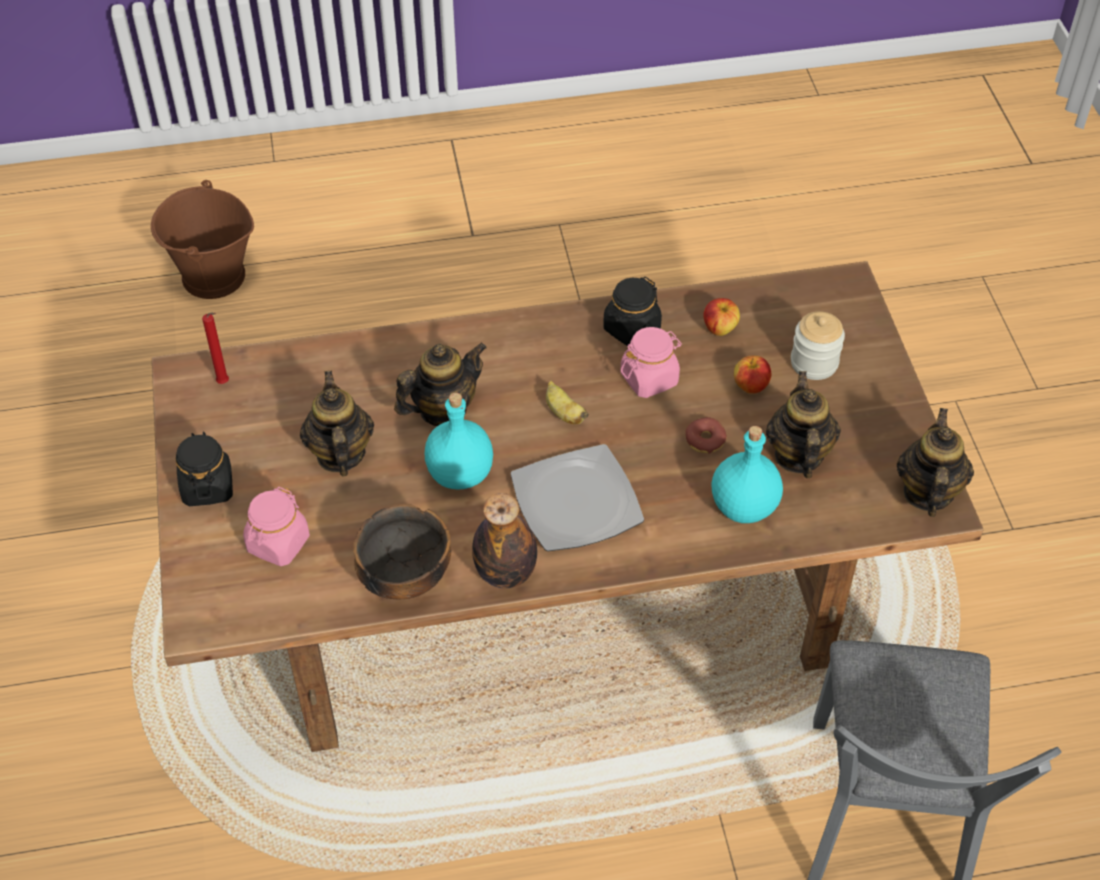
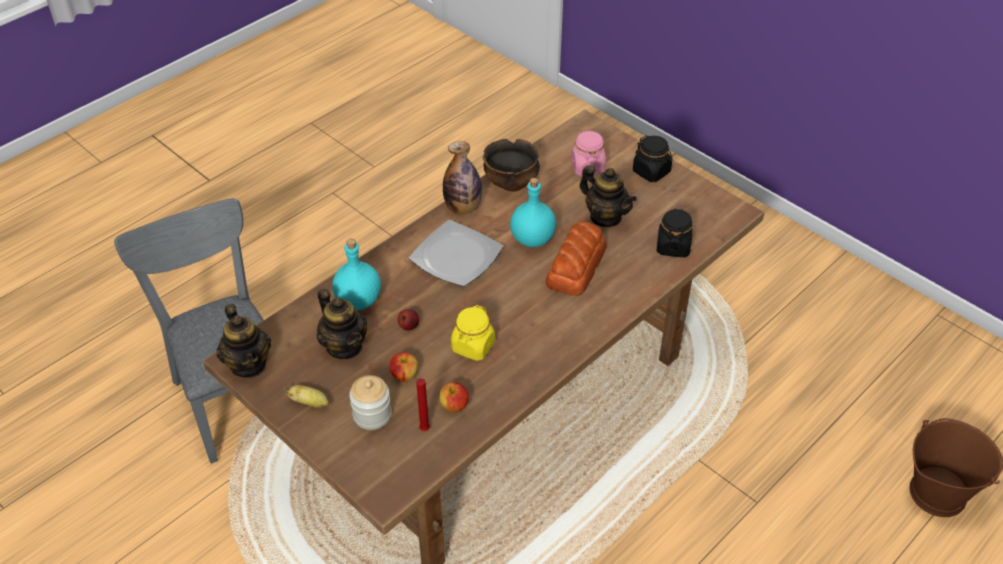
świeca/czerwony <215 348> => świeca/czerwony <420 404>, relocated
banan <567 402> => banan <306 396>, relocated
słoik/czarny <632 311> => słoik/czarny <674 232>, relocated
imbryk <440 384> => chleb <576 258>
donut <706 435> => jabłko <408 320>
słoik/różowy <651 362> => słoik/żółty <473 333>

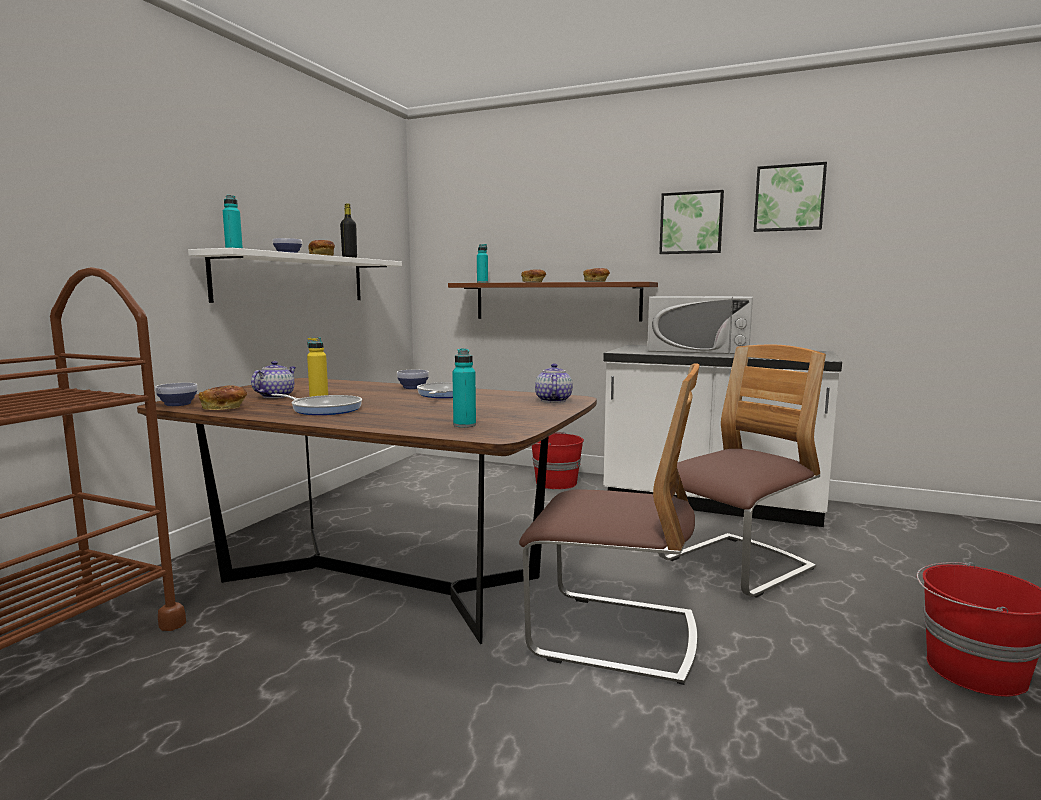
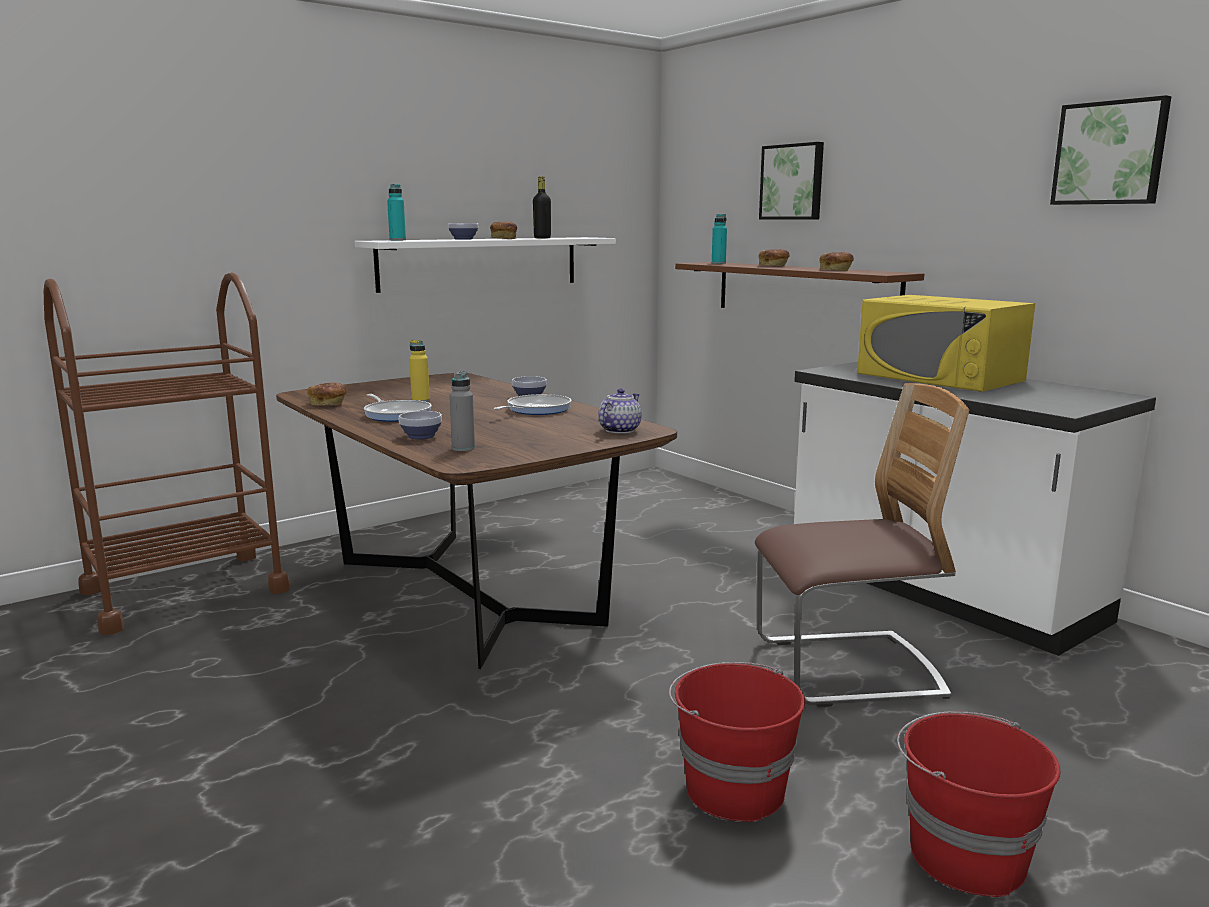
imbryk <273 379> => nothing
krzesło <609 524> => nothing
miska <176 394> => miska <420 425>, relocated
wiadro/czerwony <558 460> => wiadro/czerwony <737 742>, relocated
obraz <691 222> => obraz <791 181>, relocated
butelka/turkusowy <464 388> => butelka/szary <462 411>
mikrofalówka/biały <700 325> => mikrofalówka/żółty <946 343>

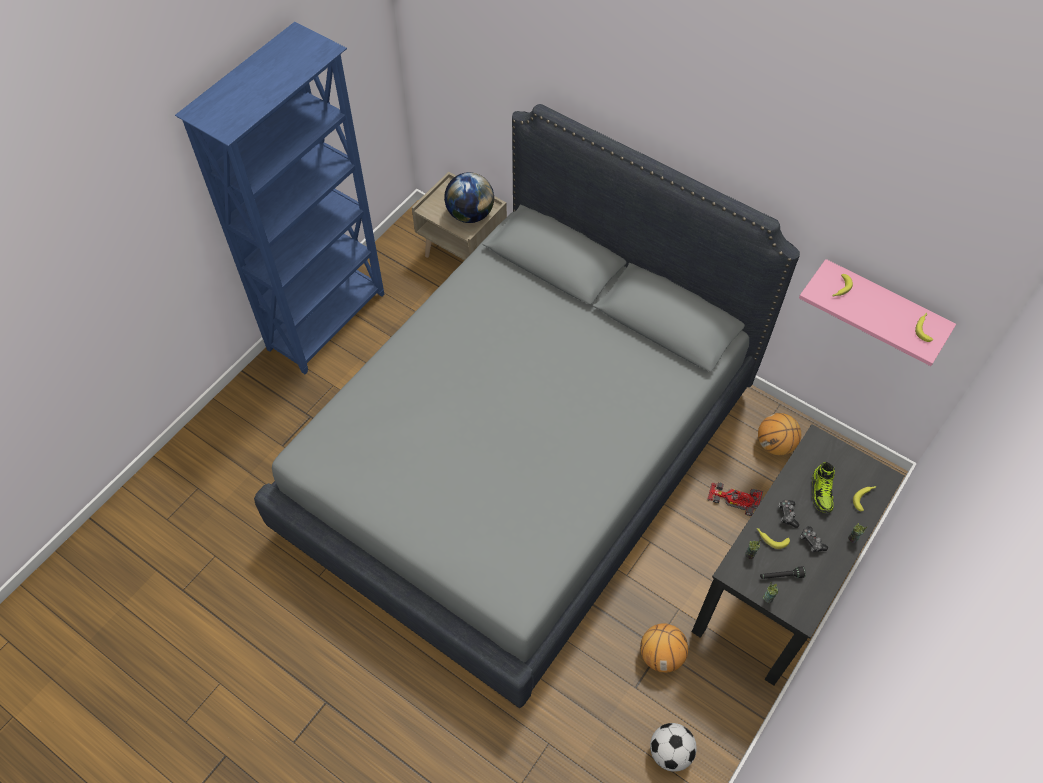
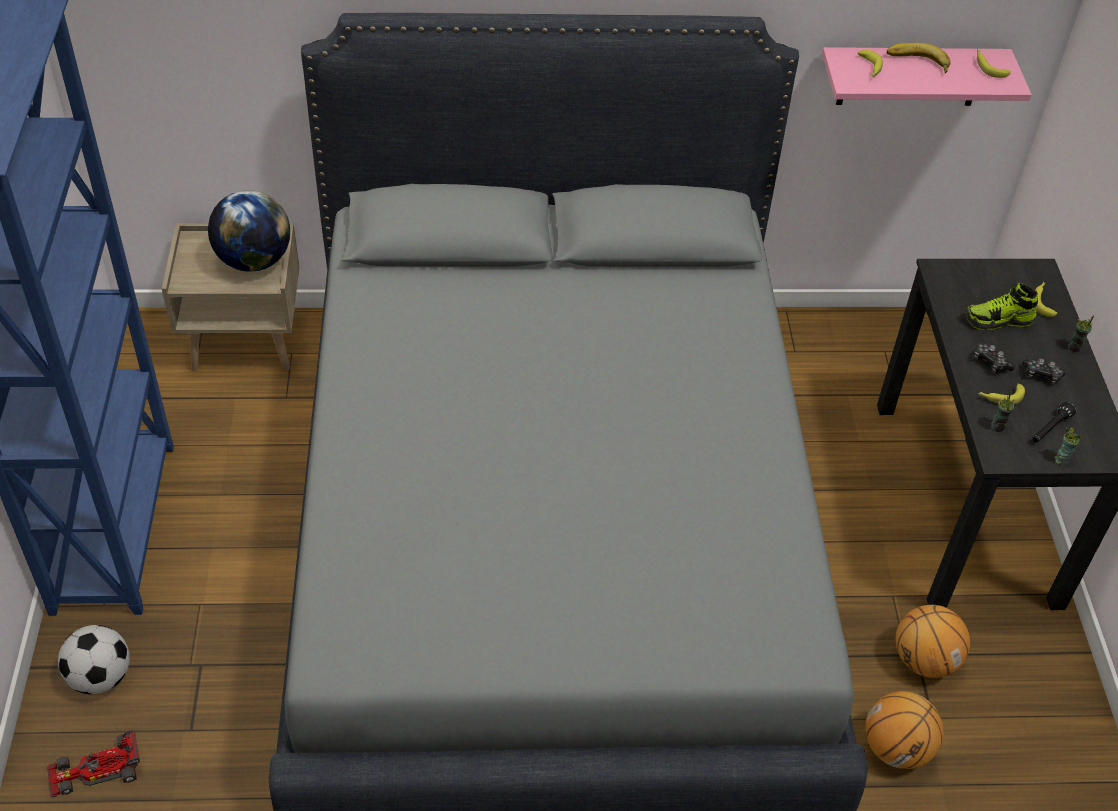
nothing => banan <919 58>
piłka futbolowa <673 747> => piłka futbolowa <94 659>, relocated
samochodzik <735 499> => samochodzik <93 763>, relocated
piłka do koszykówki <779 434> => piłka do koszykówki <904 730>, relocated
but <823 487> => but <1001 306>, 120 degrees clockwise

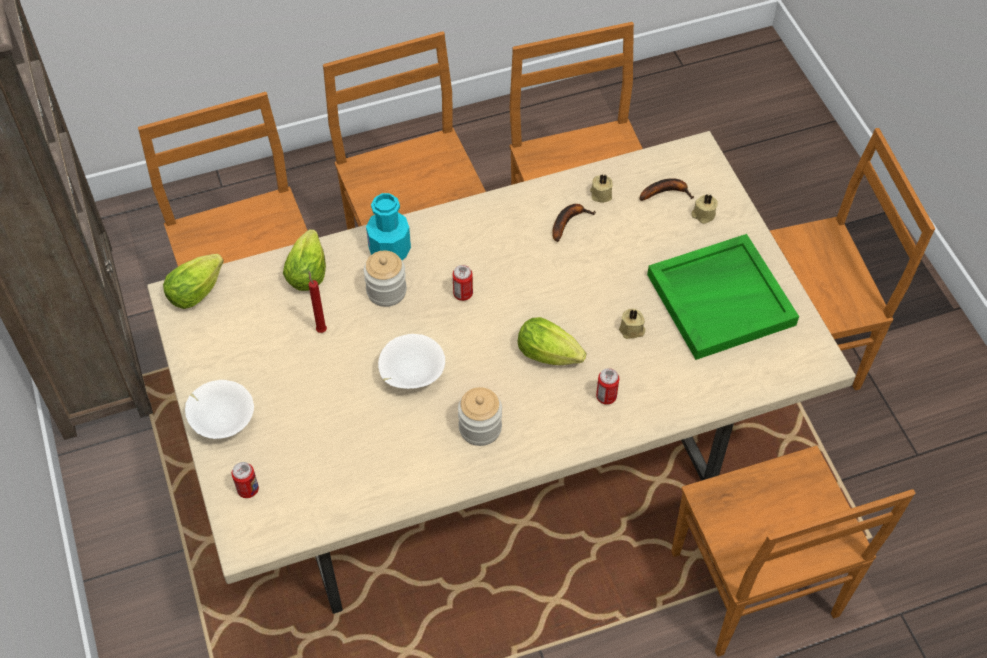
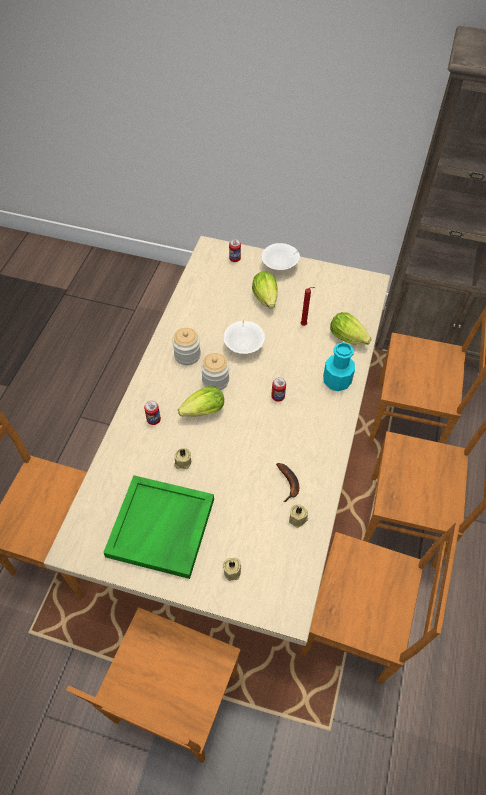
banan <667 189> => nothing
sałata <193 281> => sałata <265 290>, relocated
słoik <385 279> => słoik <215 371>, relocated

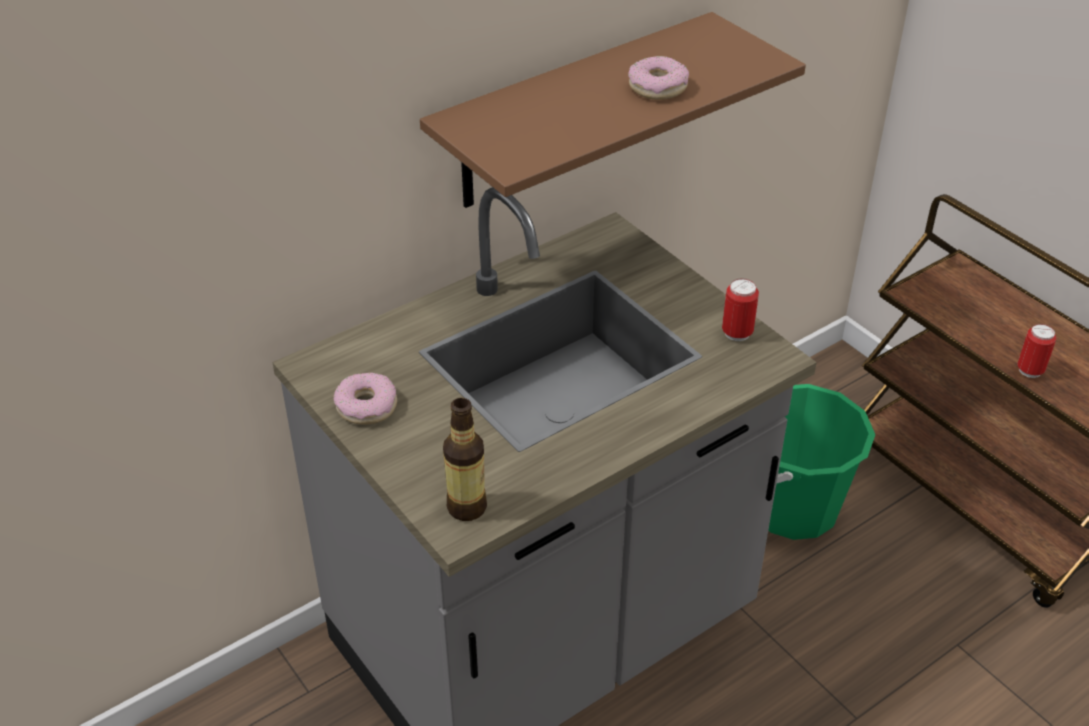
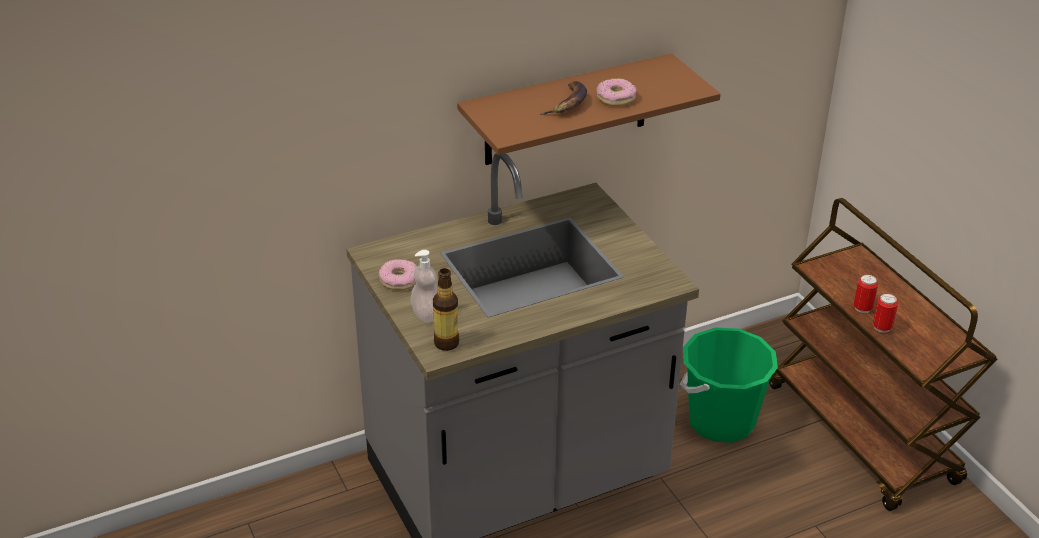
nothing => dozownik mydła <424 286>
nothing => banan <563 98>
puszka <740 310> => puszka <866 293>, relocated

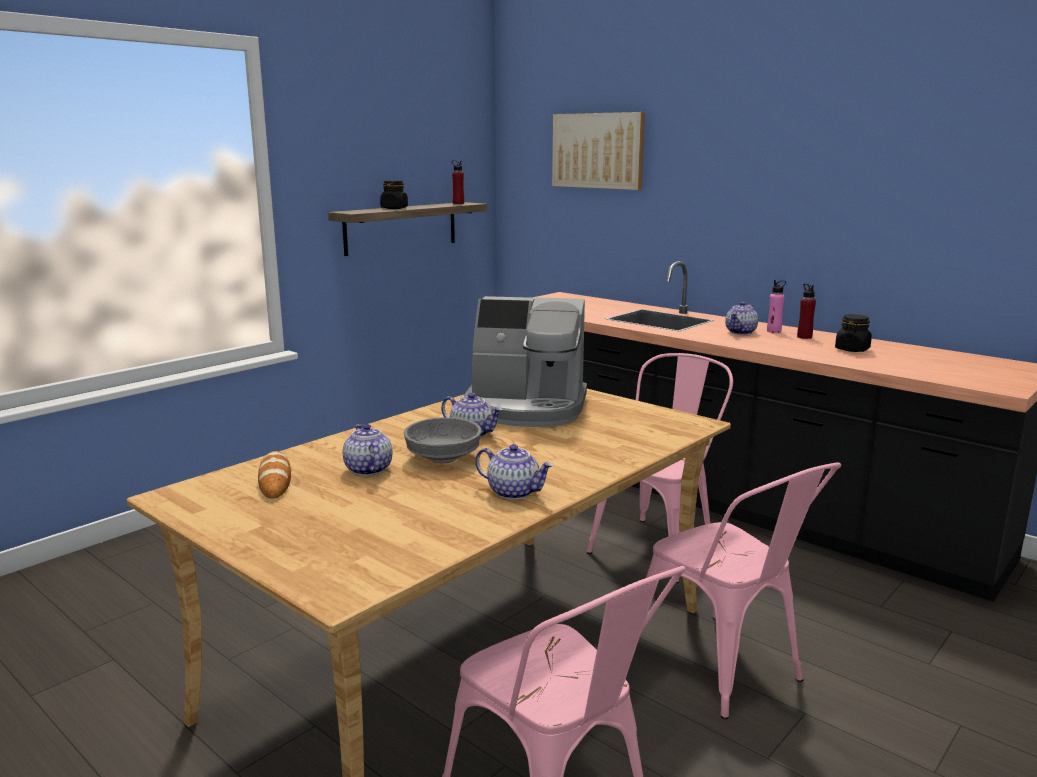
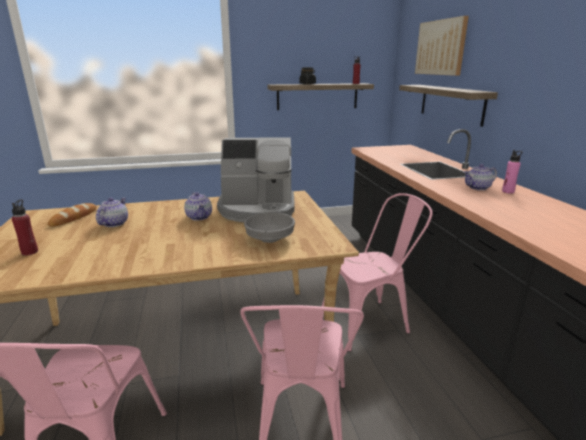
imbryk <514 472> => nothing
słoik/czarny <853 333> => nothing
nothing => półka <448 106>
miska/szary <442 440> => miska/szary <269 227>, relocated
butelka/czerwony <806 311> => butelka/czerwony <25 227>, relocated
ekspres do kawy <525 361> => ekspres do kawy <256 179>, 45 degrees counterclockwise

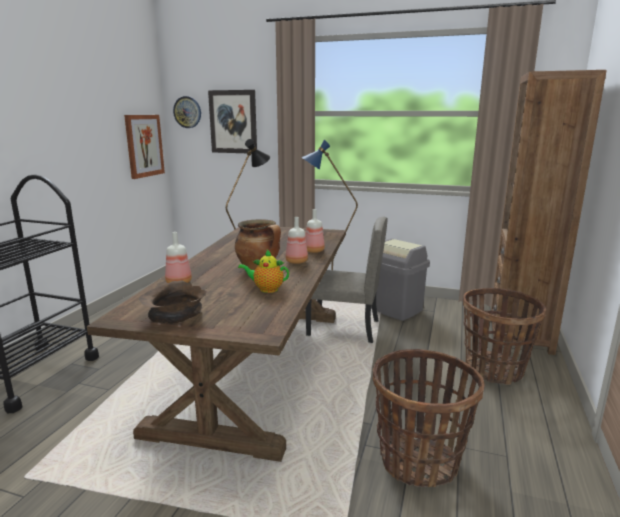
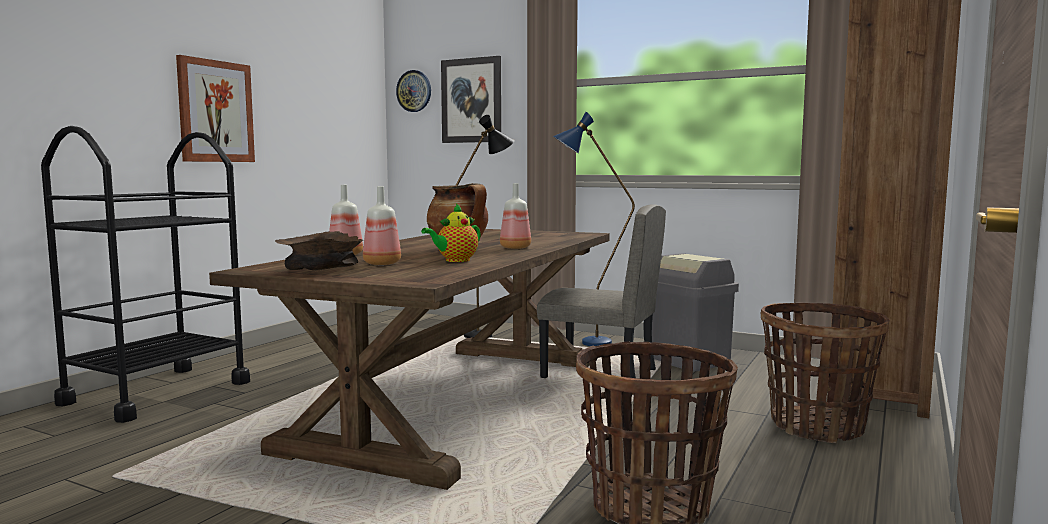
obraz <144 147> => obraz <215 108>, relocated
butelka <315 231> => butelka <382 225>, relocated
imbryk <263 271> => imbryk <451 232>, 60 degrees counterclockwise

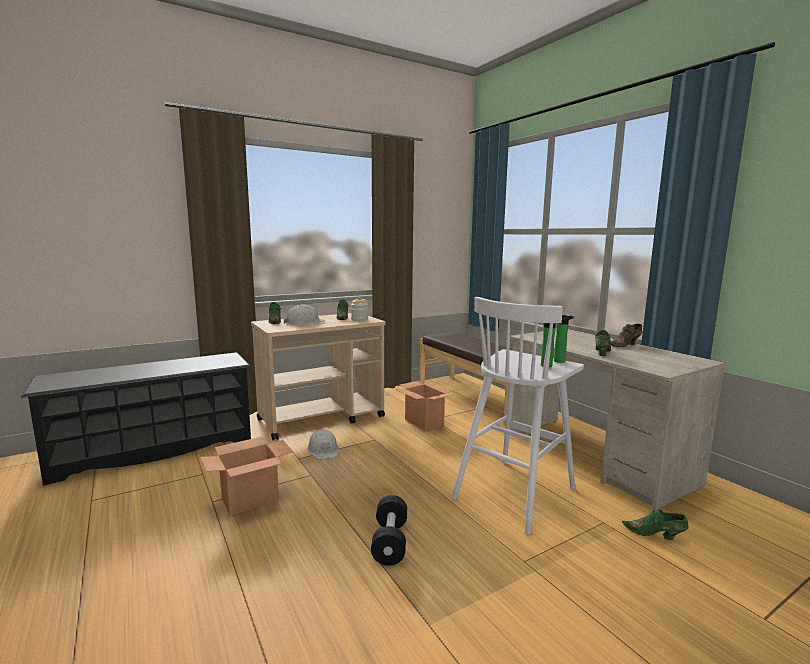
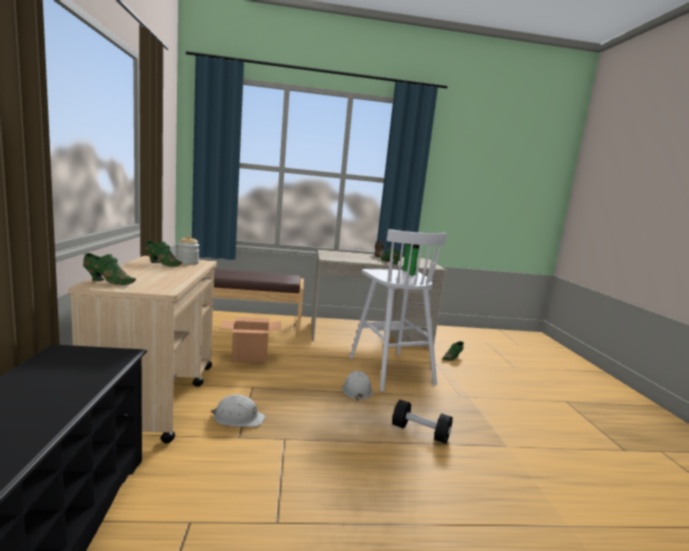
karton <246 476> => nothing
kask/biały <304 314> => kask/biały <357 386>, relocated

